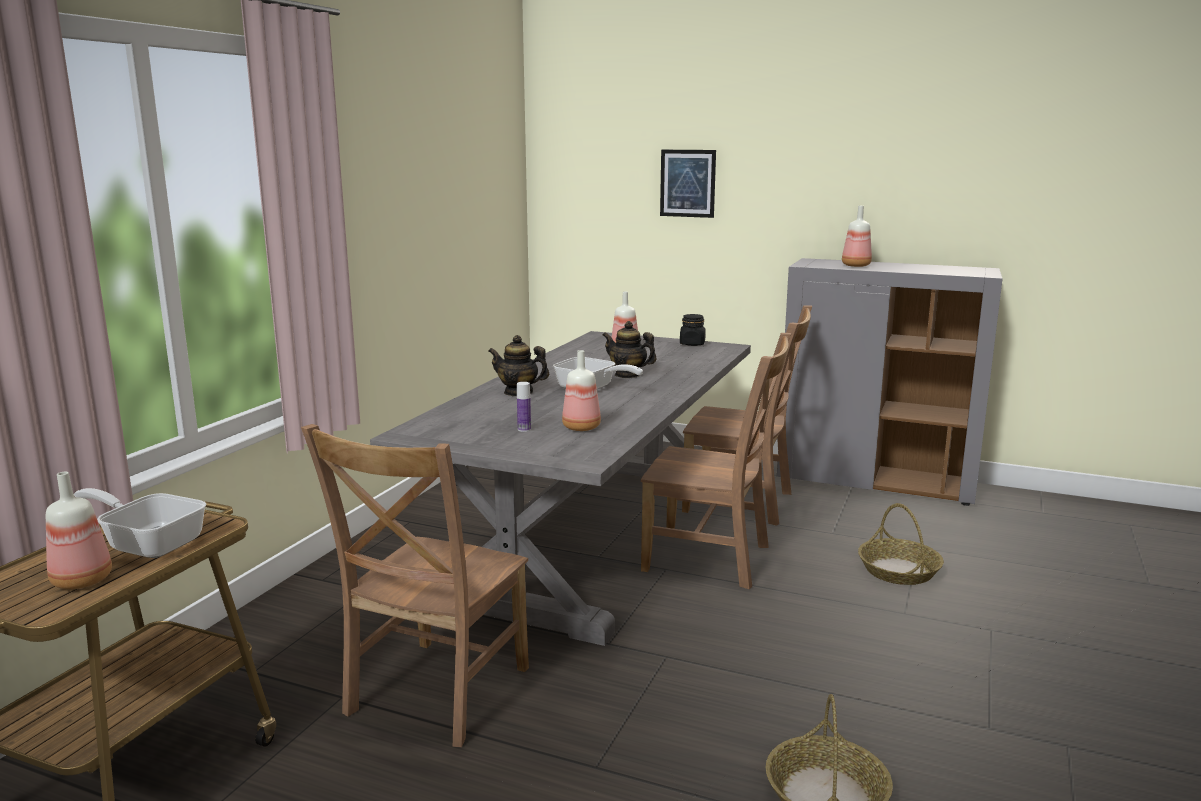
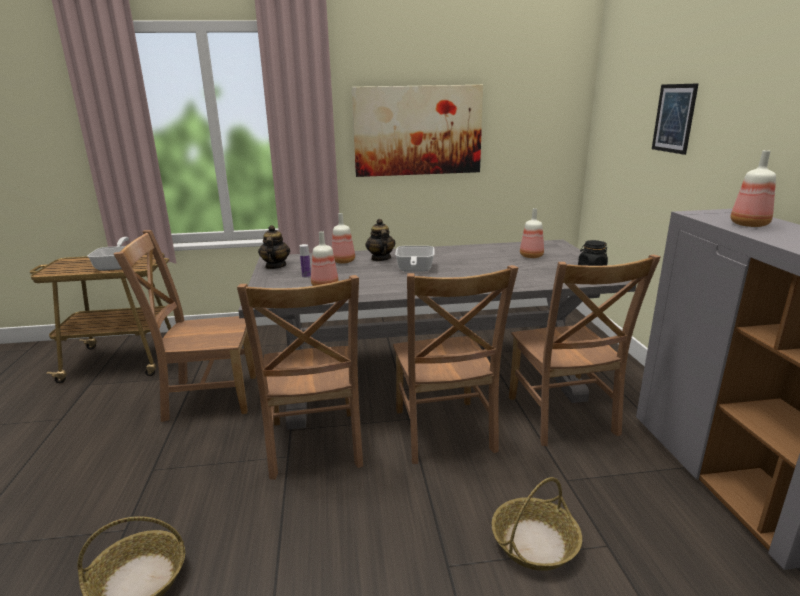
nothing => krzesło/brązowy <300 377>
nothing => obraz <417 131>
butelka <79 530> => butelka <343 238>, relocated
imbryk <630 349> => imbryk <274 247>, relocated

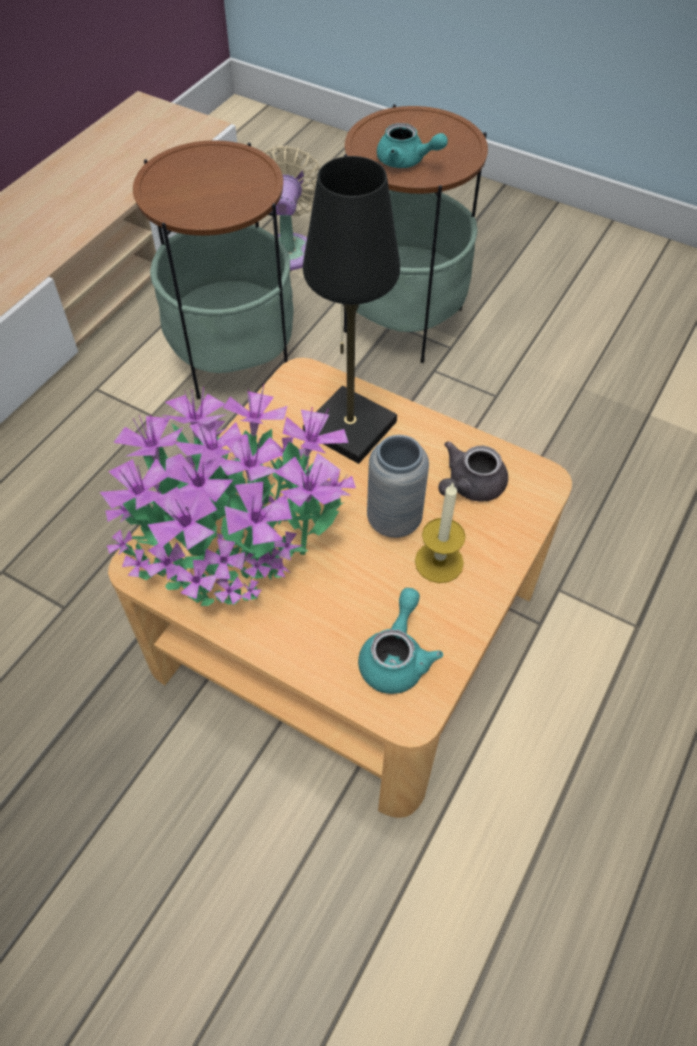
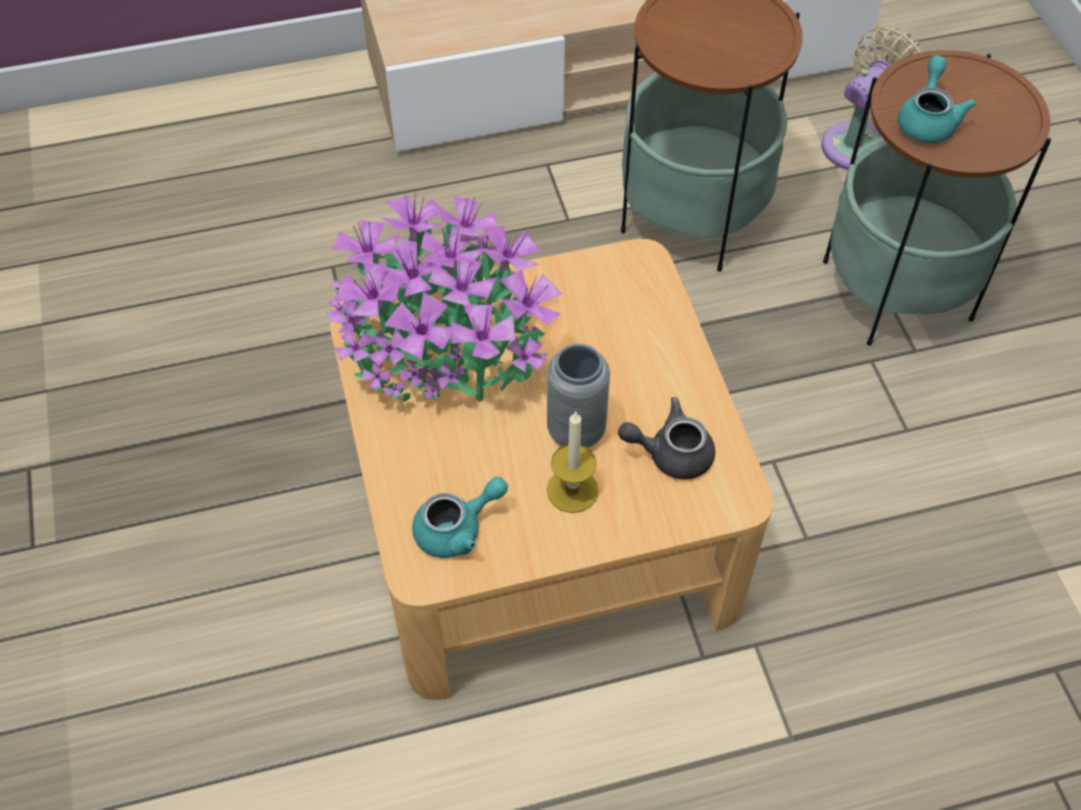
lampa stołowa/czarny <351 310> => nothing
imbryk/turkusowy <412 145> => imbryk/turkusowy <937 99>, 150 degrees counterclockwise

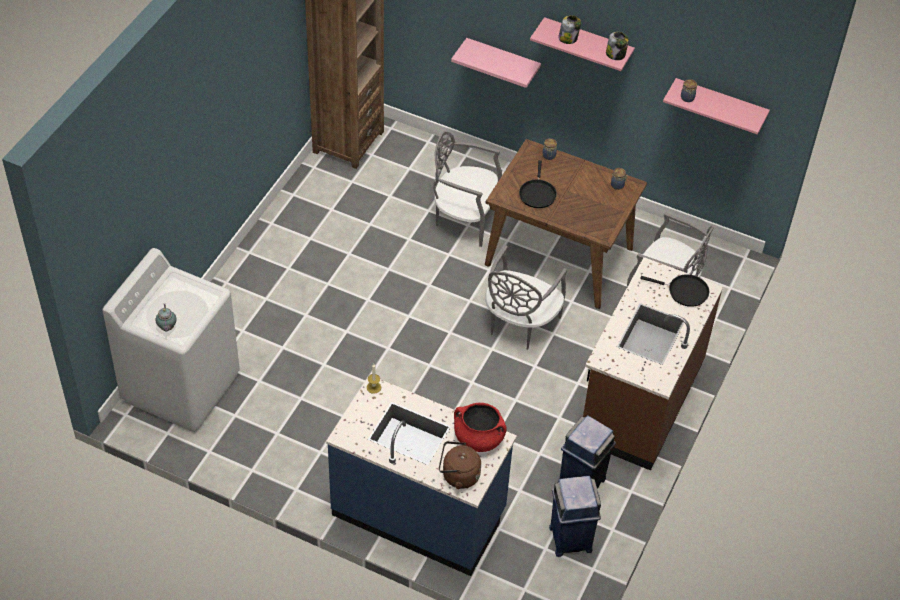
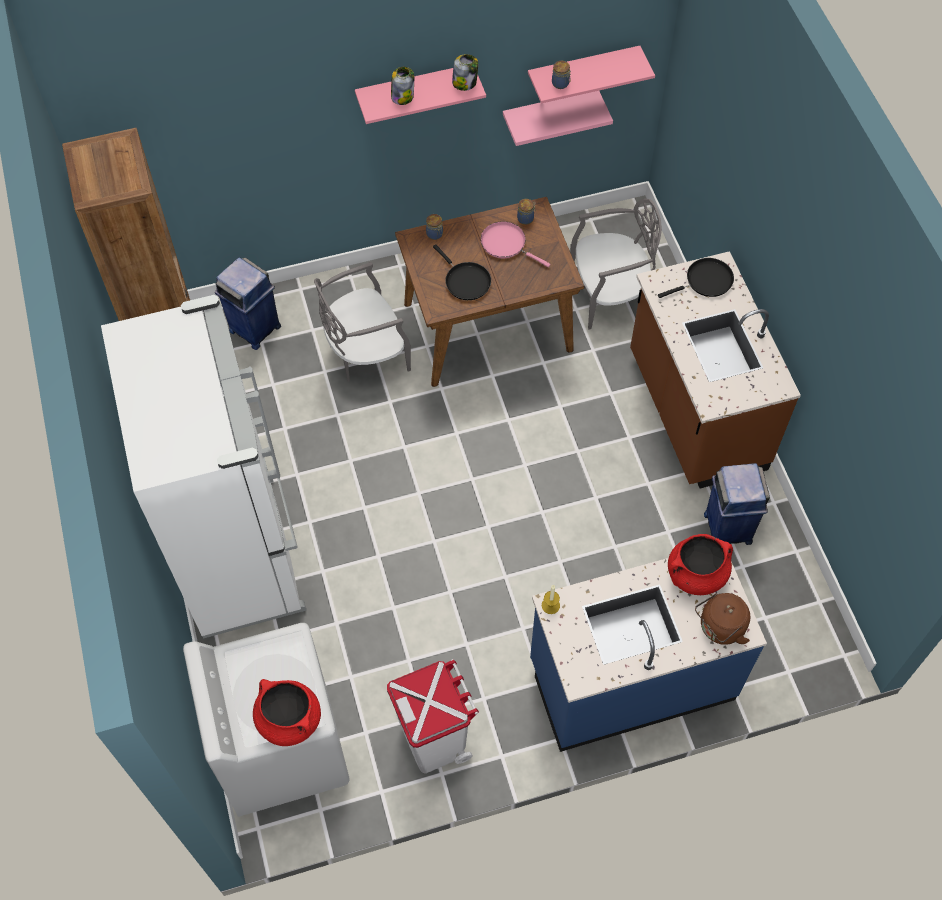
krzesło/szary <526 297> => nothing
nothing => lodówka/biały <203 467>
nothing => kosz na śmieci/biały <433 716>
nothing => patelnia/różowy <515 244>
półka/różowy <496 63> => półka/różowy <558 118>, relocated
kosz na śmieci/niebieski <575 516> => kosz na śmieci/niebieski <248 303>, relocated
imbryk <166 317> => garnek/czerwony <287 712>

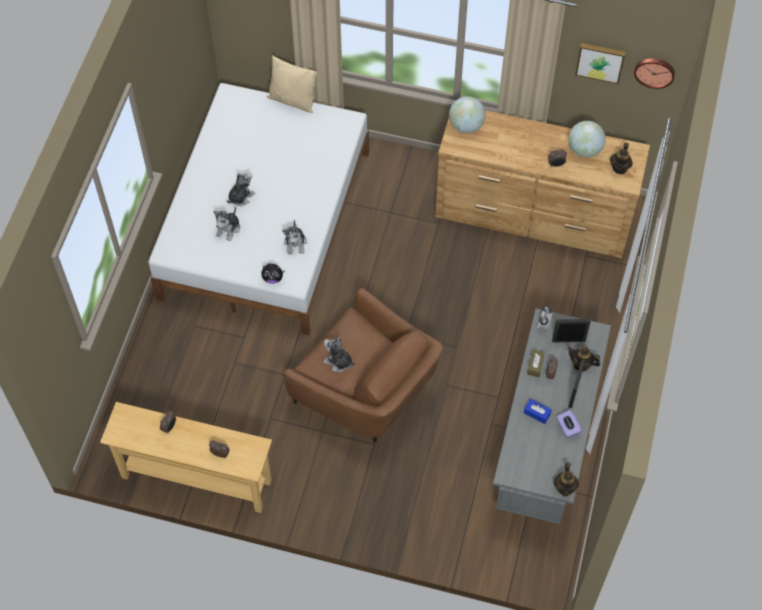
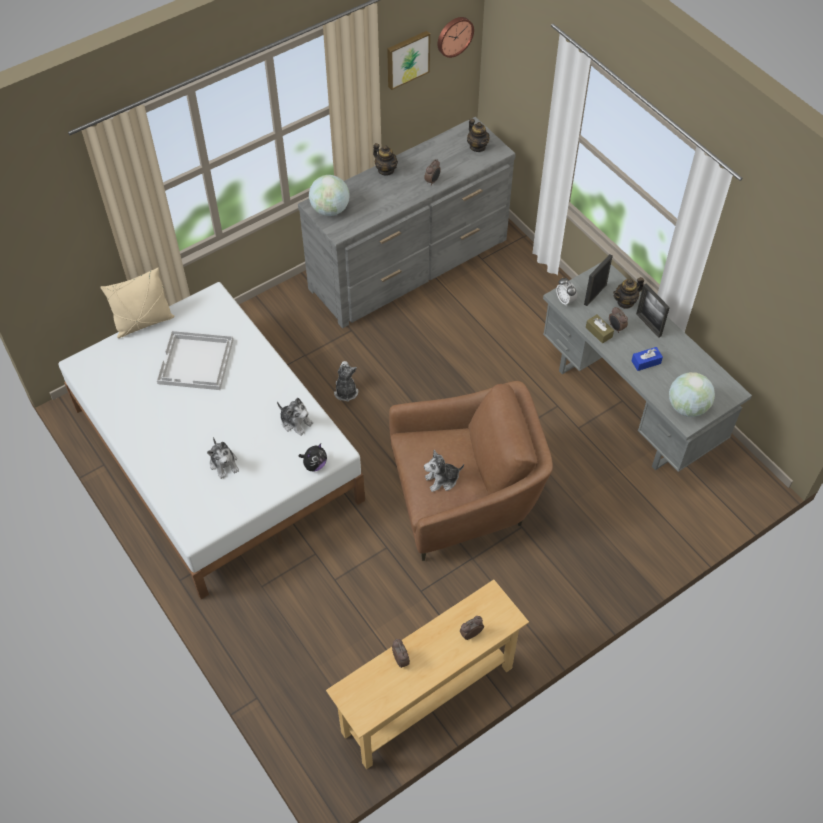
pudełko chusteczek/fioletowy <569 424> => nothing
nothing => taca/biały <195 360>
pluszak <241 189> => pluszak <346 381>, relocated
imbryk <566 479> => imbryk <385 159>, relocated
globus <587 139> => globus <692 394>, relocated
komoda/brązowy <542 184> => komoda/szary <407 222>

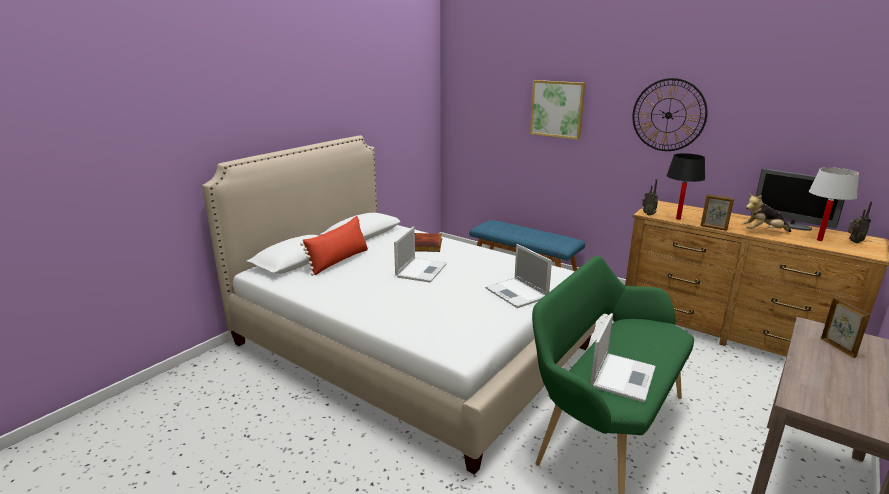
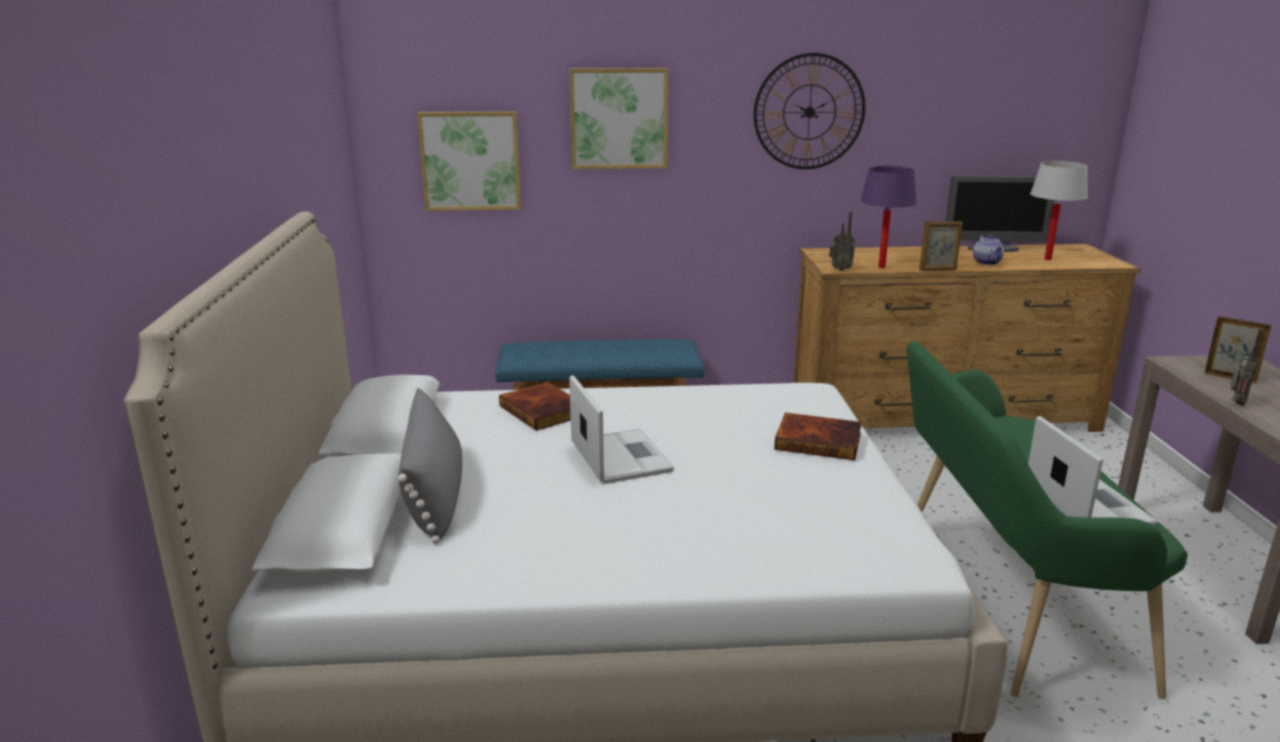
nothing => obraz <469 161>
radio <860 222> => radio <1246 367>, relocated
laptop <518 276> => książka <818 436>
pluszak <767 213> => imbryk <988 250>
poduszka/czerwony <334 246> => poduszka/szary <430 466>
lampa stołowa/czarny <685 186> => lampa stołowa/fioletowy <888 217>

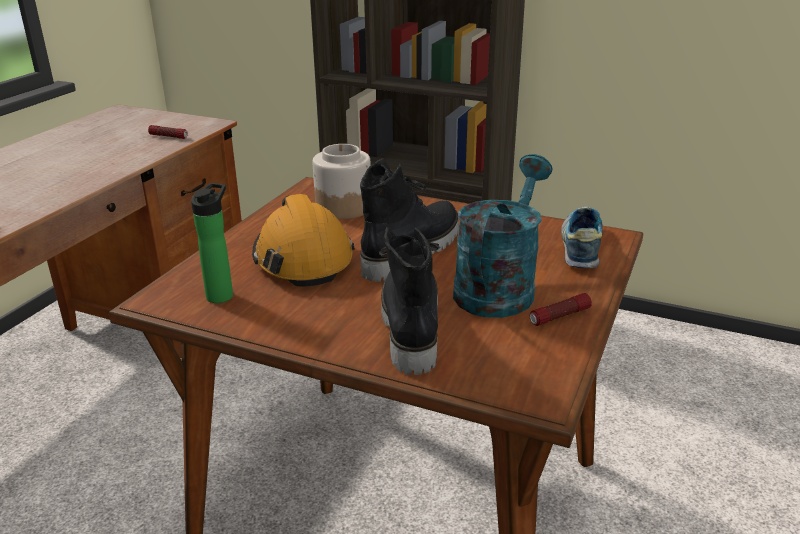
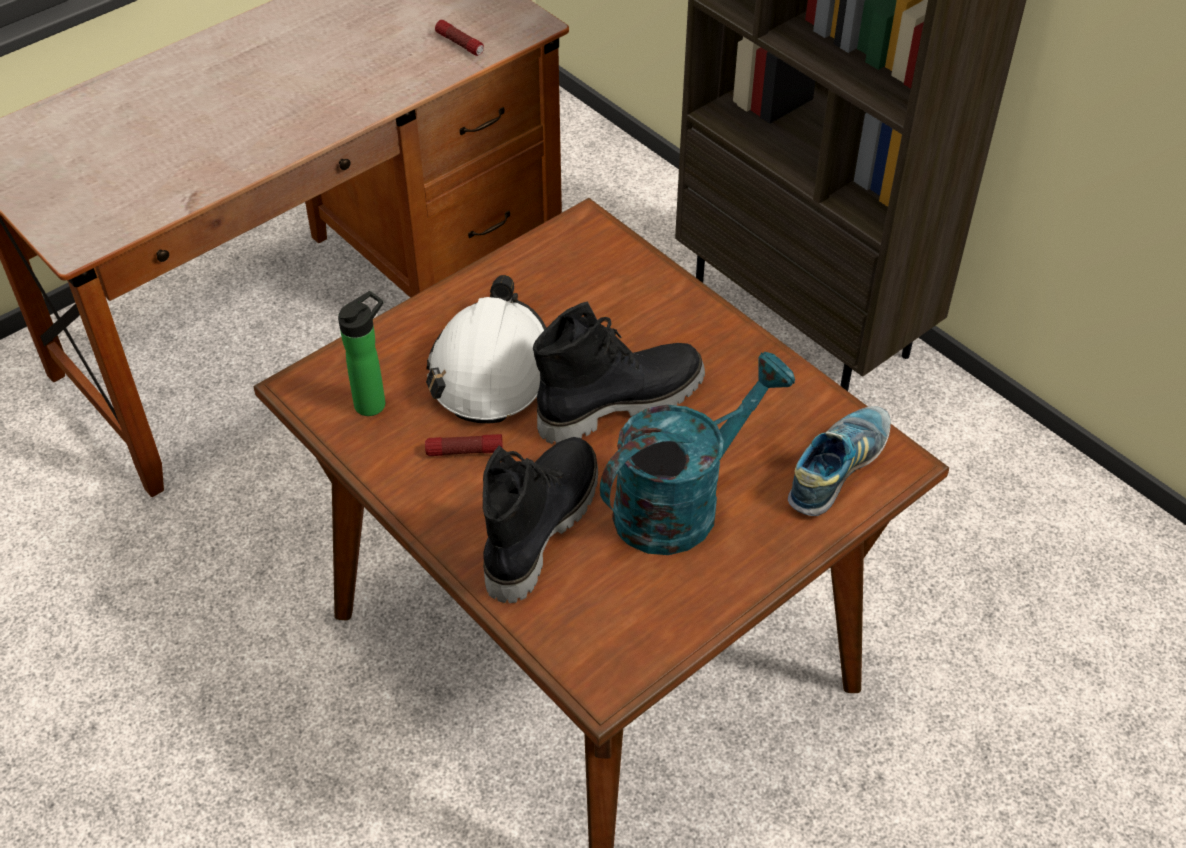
słoik <342 181> => nothing
latarka <561 309> => latarka <464 445>, relocated
kask/pomarańczowy <303 240> => kask/biały <486 349>

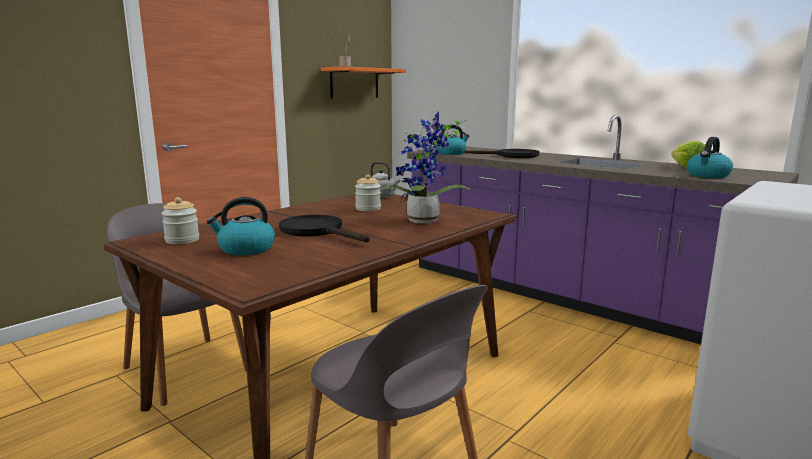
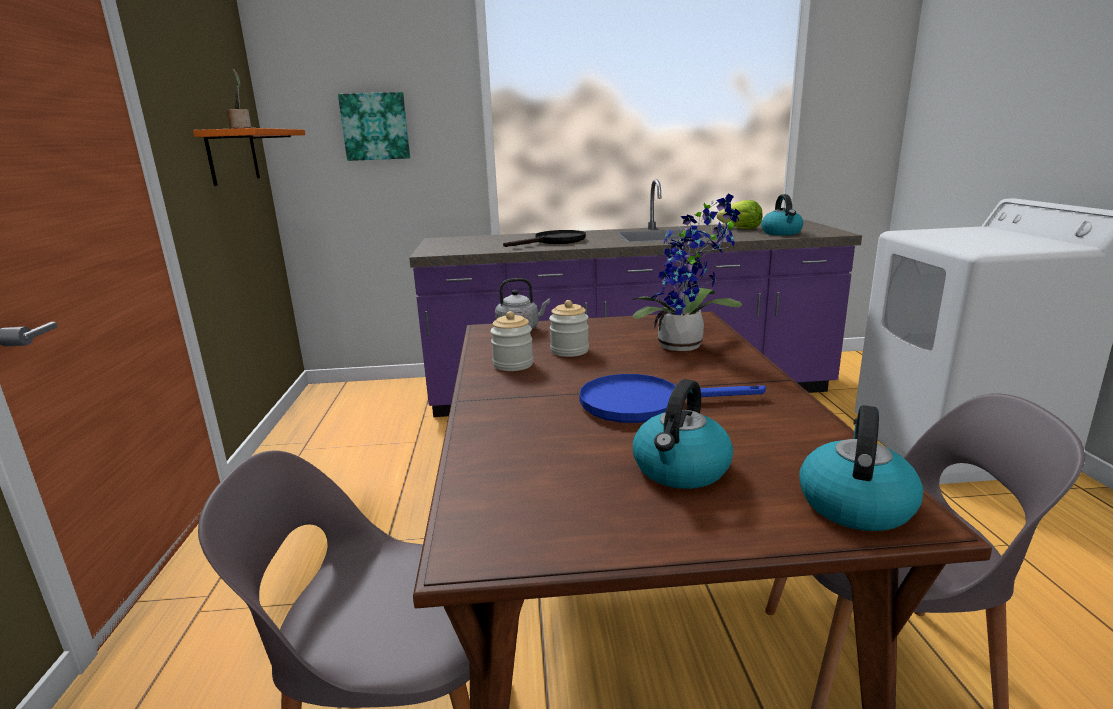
nothing => obraz <374 126>
słoik <180 220> => słoik <511 341>, relocated
czajnik <453 140> => czajnik <861 468>, relocated
patelnia/czarny <324 228> => patelnia/niebieski <672 398>

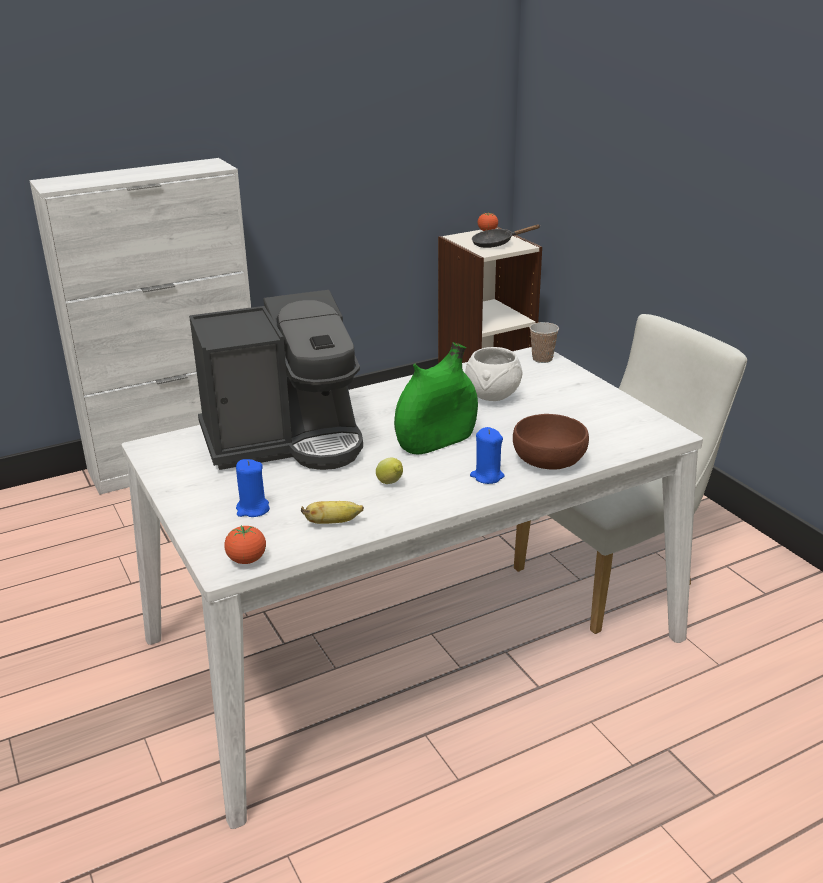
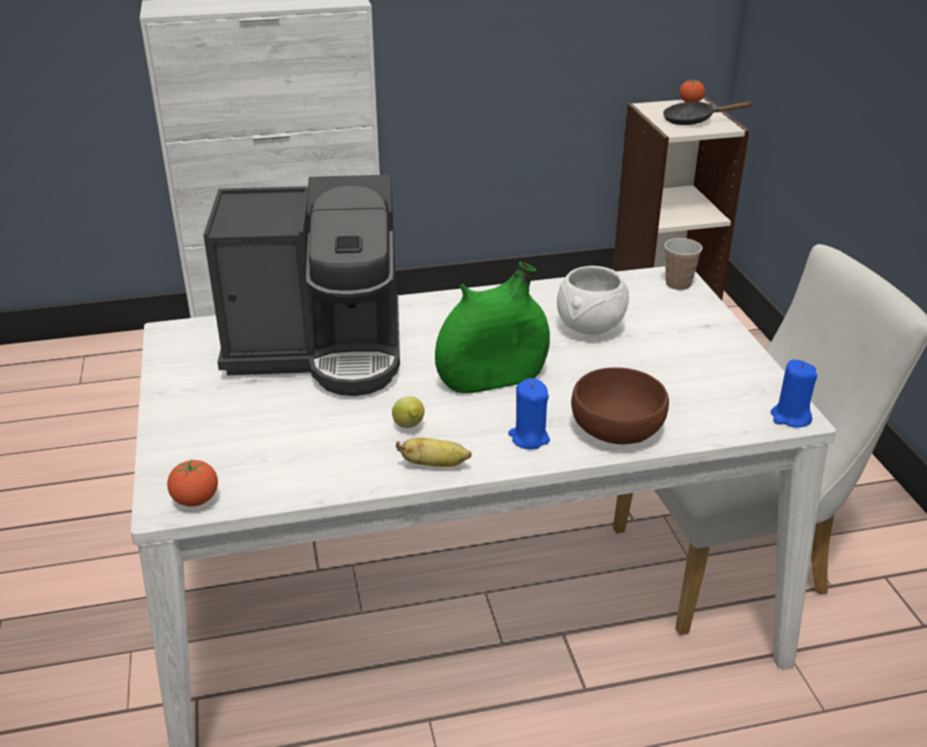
świeca/niebieski <253 488> => świeca/niebieski <794 394>, relocated
banan <332 512> => banan <434 452>, relocated

